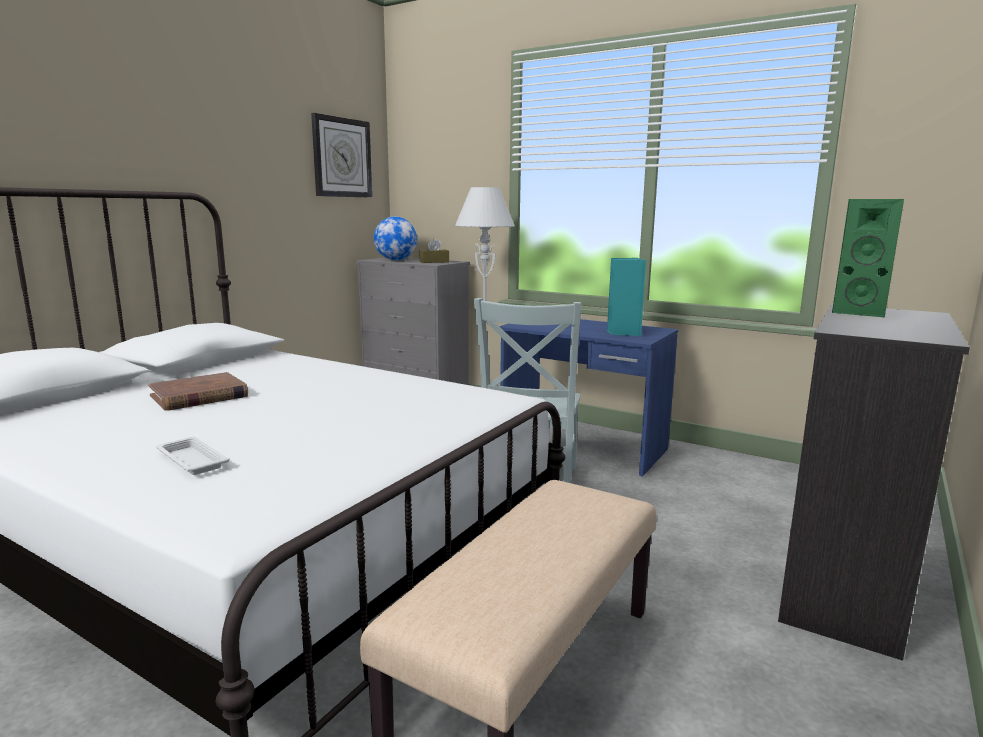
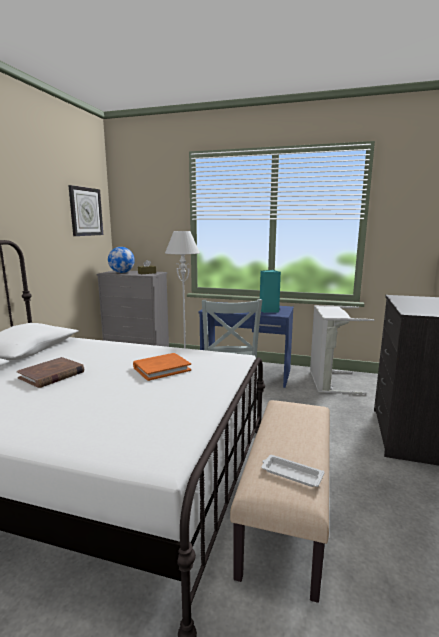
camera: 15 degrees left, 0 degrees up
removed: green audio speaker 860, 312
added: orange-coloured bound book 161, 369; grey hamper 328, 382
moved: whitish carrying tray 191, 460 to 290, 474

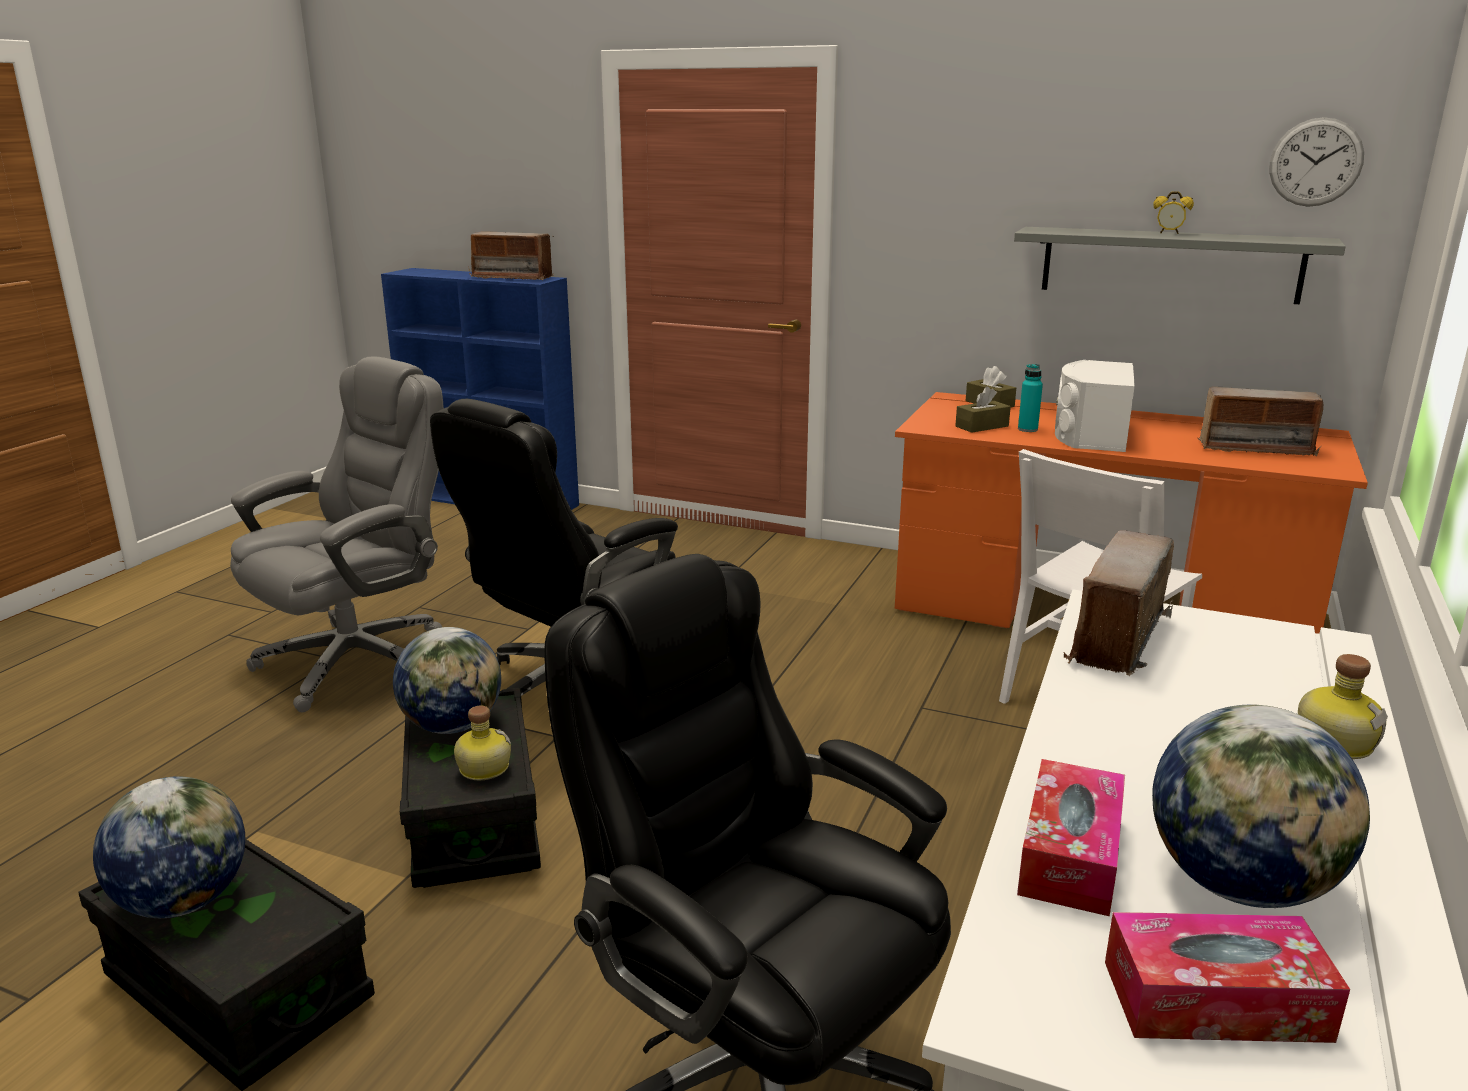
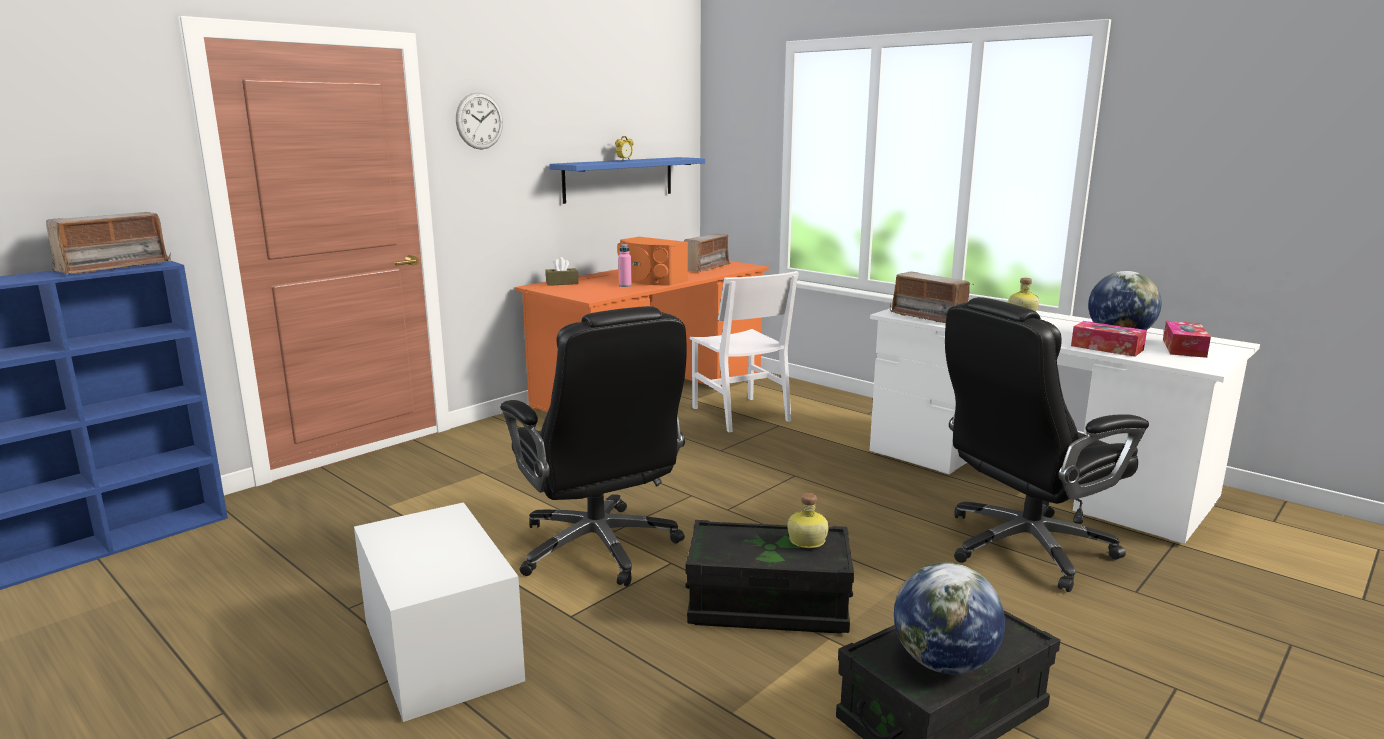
camera: 70 degrees left, 5 degrees down
removed: desk globe 453, 726; brownish tissue box 982, 426
moved: clock on the wall 1315, 162 to 479, 121
replaced: grey office chair 358, 661 to whitish storage box 441, 649
recoloured: grey shelf 1170, 264 to blue-coloured shelf 619, 179; turquoise drink bottle 1027, 429 to pinkish drink bottle 625, 285; whitish audio speaker 1090, 435 to orange-coloured audio speaker 650, 280

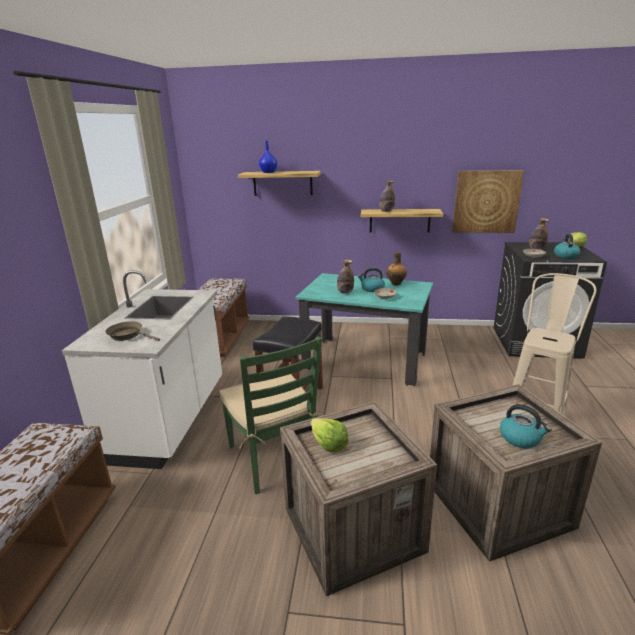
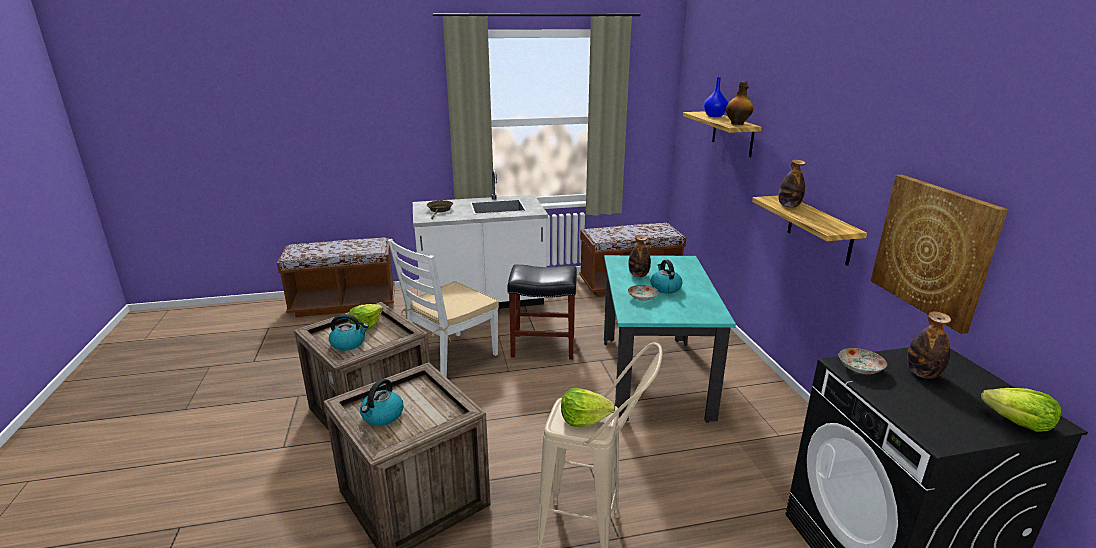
camera: 70 degrees right, 0 degrees up
added: head of lettuce 584, 419
moved: drink bottle 396, 283 to 737, 124; tea kettle 565, 255 to 349, 343
recoloured: green upright chair 275, 457 to whitish upright chair 450, 357

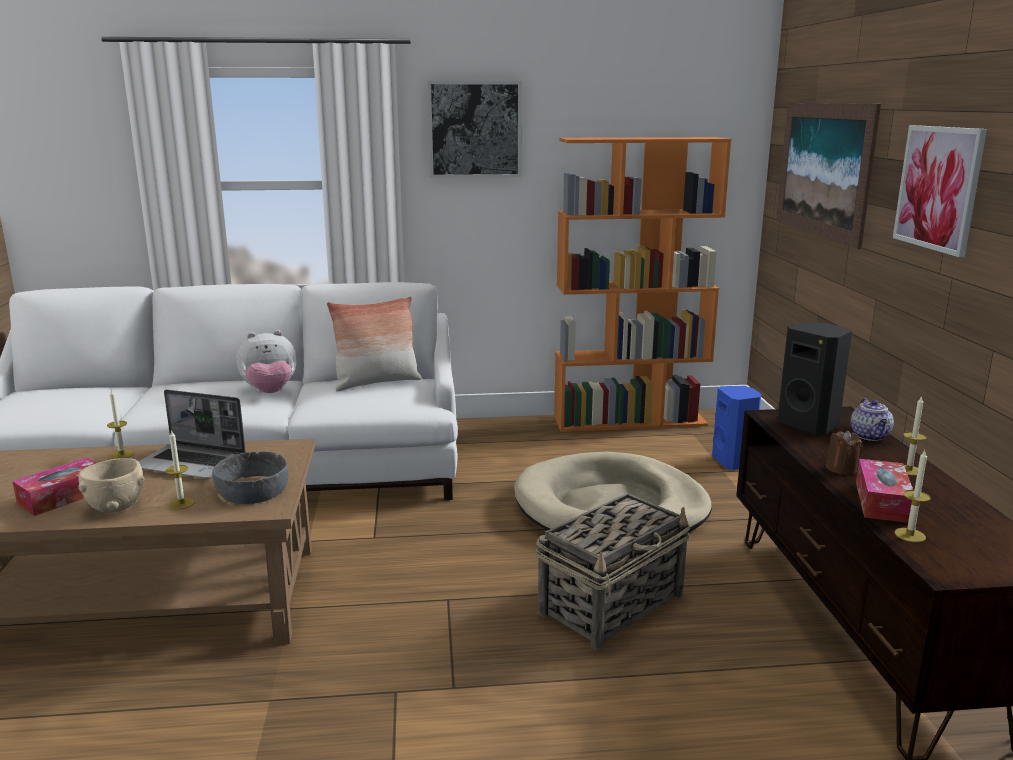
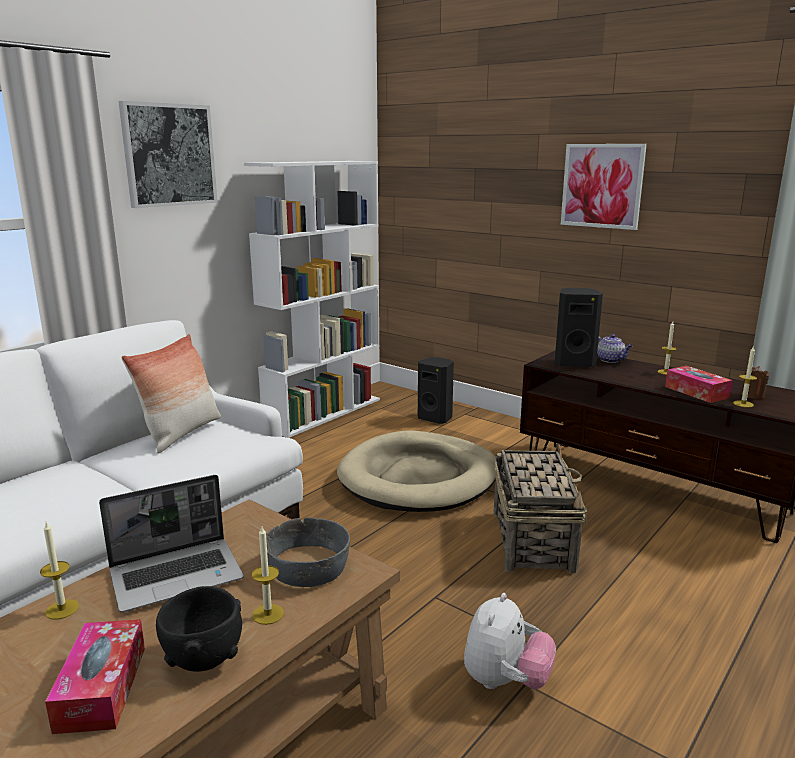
camera: 45 degrees left, 0 degrees up
removed: wall art 823, 170
moved: cuddly toy 270, 392 to 505, 681; brownish wax light 841, 469 to 752, 395
recoloured: sand-coloured bowl 116, 507 to black-coloured bowl 203, 658; orange-coloured bookshelf 630, 421 to whitish bookshelf 324, 413; blue-coloured audio speaker 734, 462 to black-coloured audio speaker 436, 418

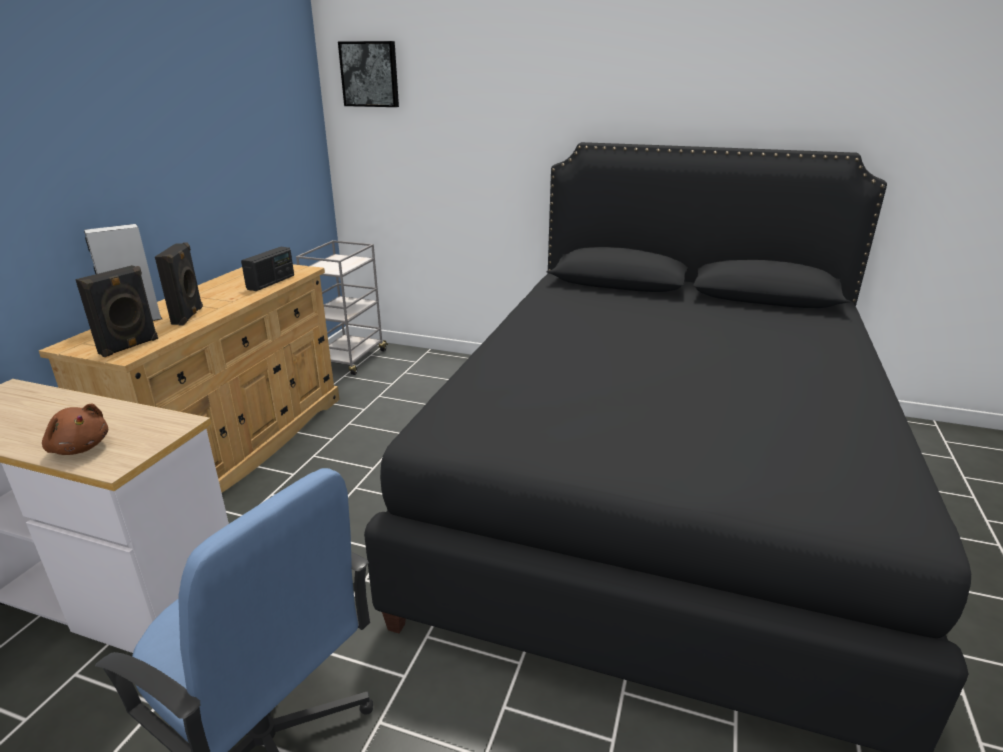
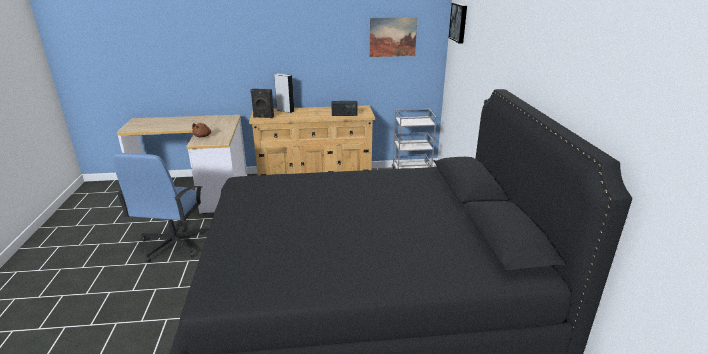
camera: 65 degrees right, 0 degrees up
removed: black-coloured audio speaker 189, 316
added: wall art 393, 37

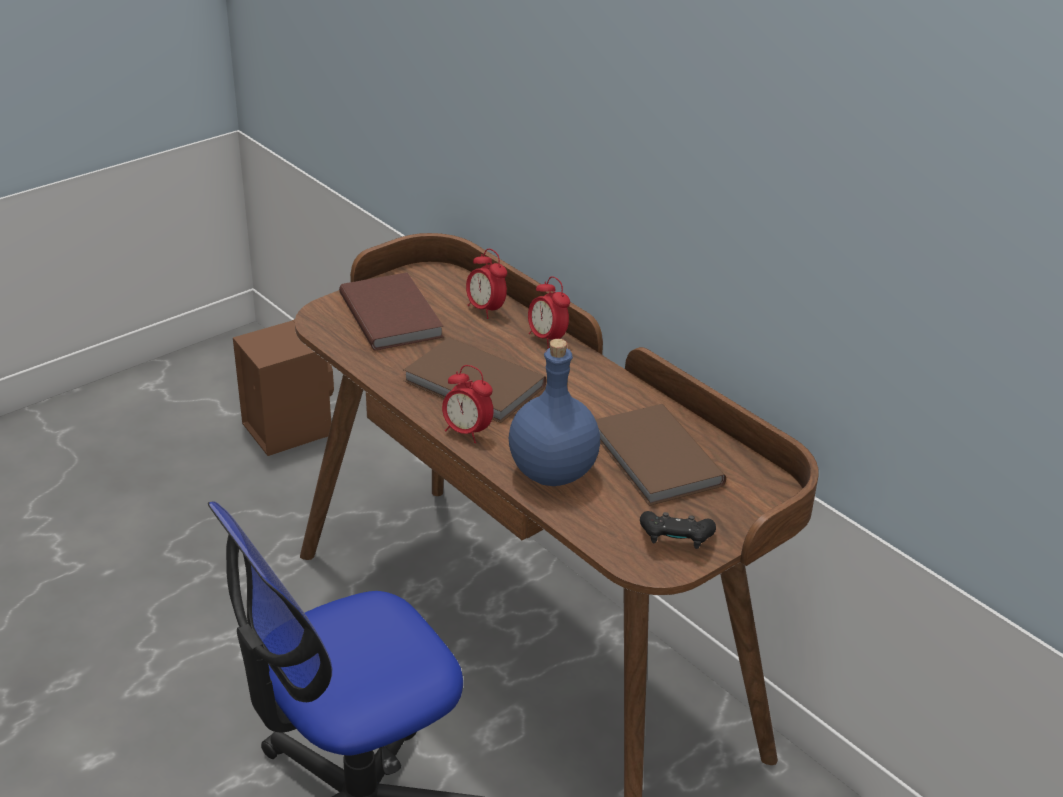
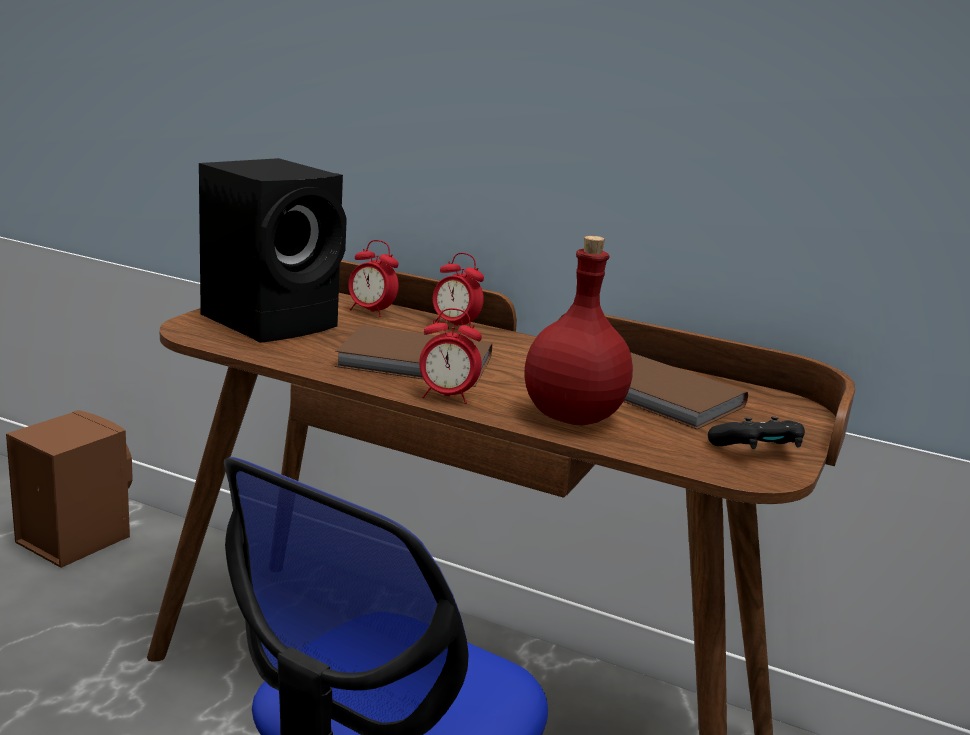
camera: 25 degrees left, 15 degrees down
replaced: brownish bound book 393, 314 to black-coloured audio speaker 274, 321
recoloured: blue-coloured drink bottle 551, 473 to red drink bottle 571, 417

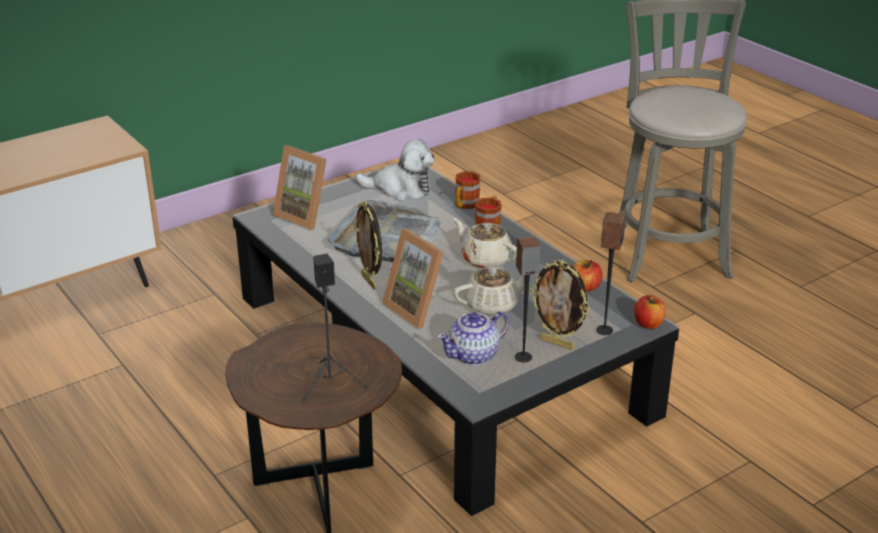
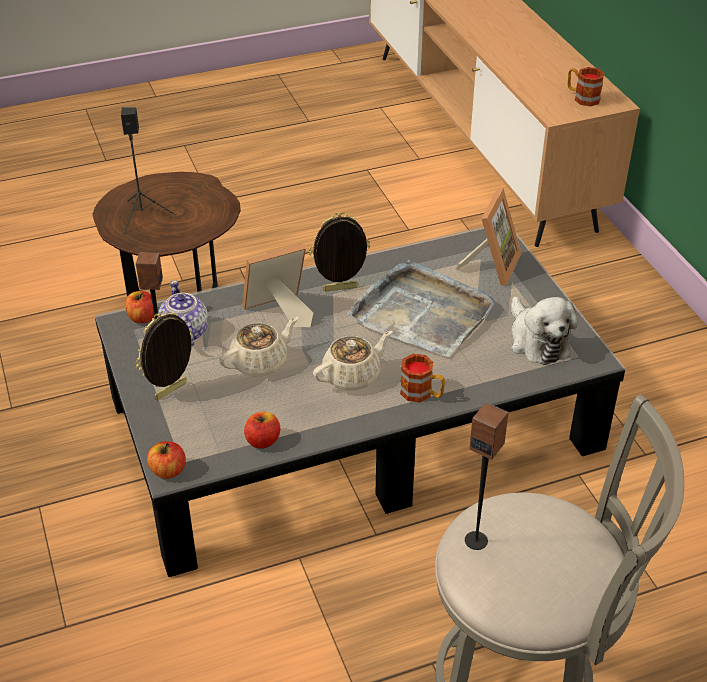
camera: 105 degrees right, 10 degrees up
added: apple fruit 142, 318
moved: tea mug 465, 205 to 582, 97; audio speaker 604, 330 to 476, 540
turned: standing frame 305, 215 = 491, 265 150 degrees clockwise; cuddly toy 400, 189 = 537, 340 45 degrees counterclockwise; sand-coloured tea pot 493, 305 = 260, 362 120 degrees counterclockwise

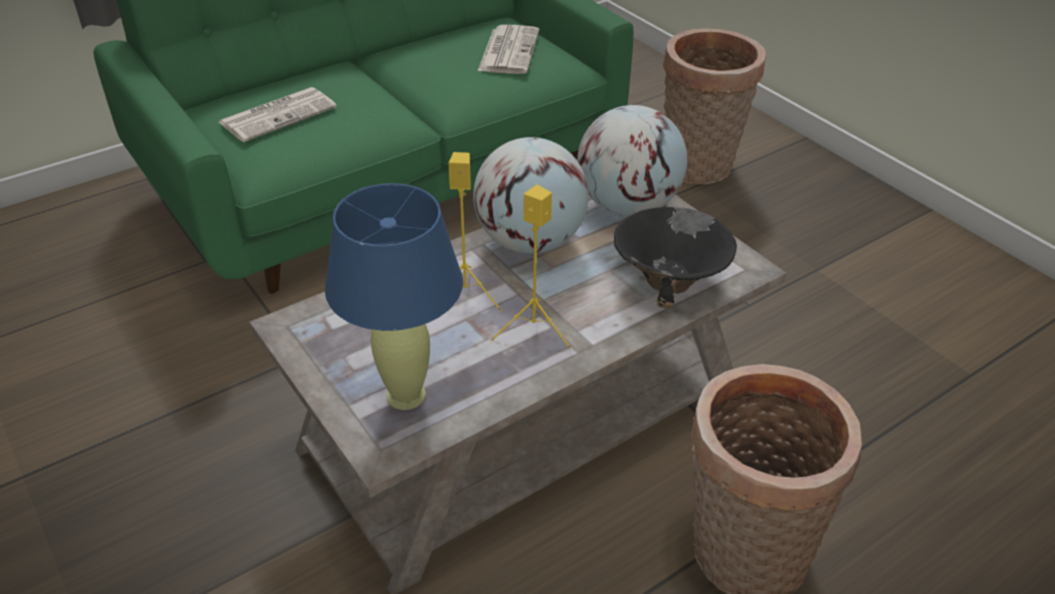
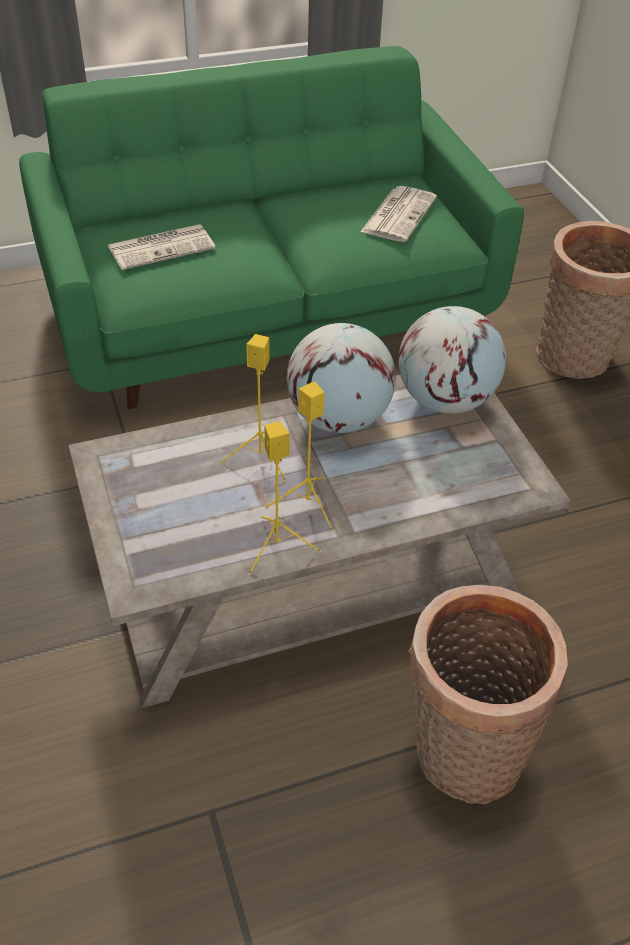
camera: 15 degrees right, 5 degrees up
removed: blue-coloured tabletop lamp 405, 395; black-coloured bowl 670, 280
added: yellow-coloured audio speaker 278, 546

